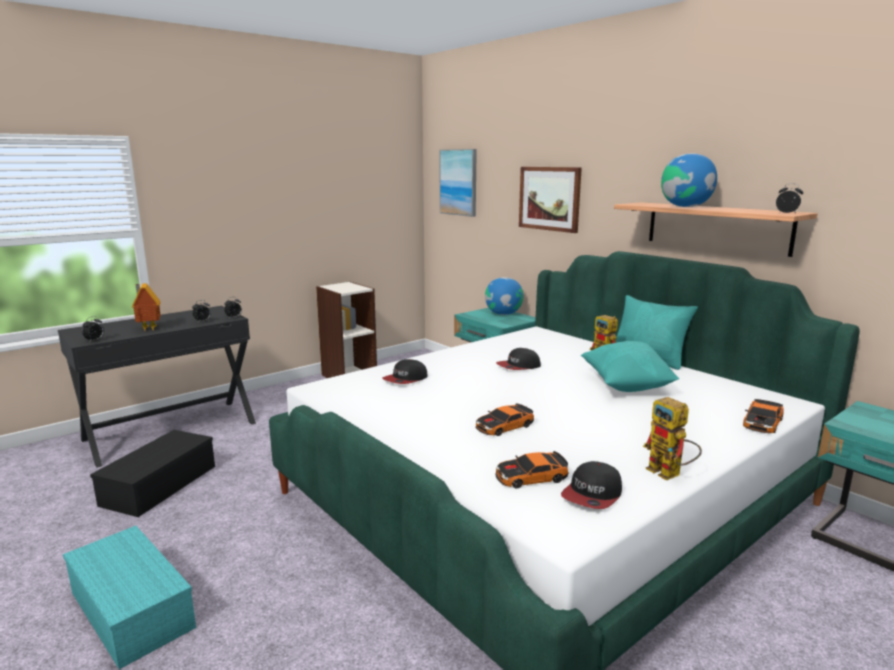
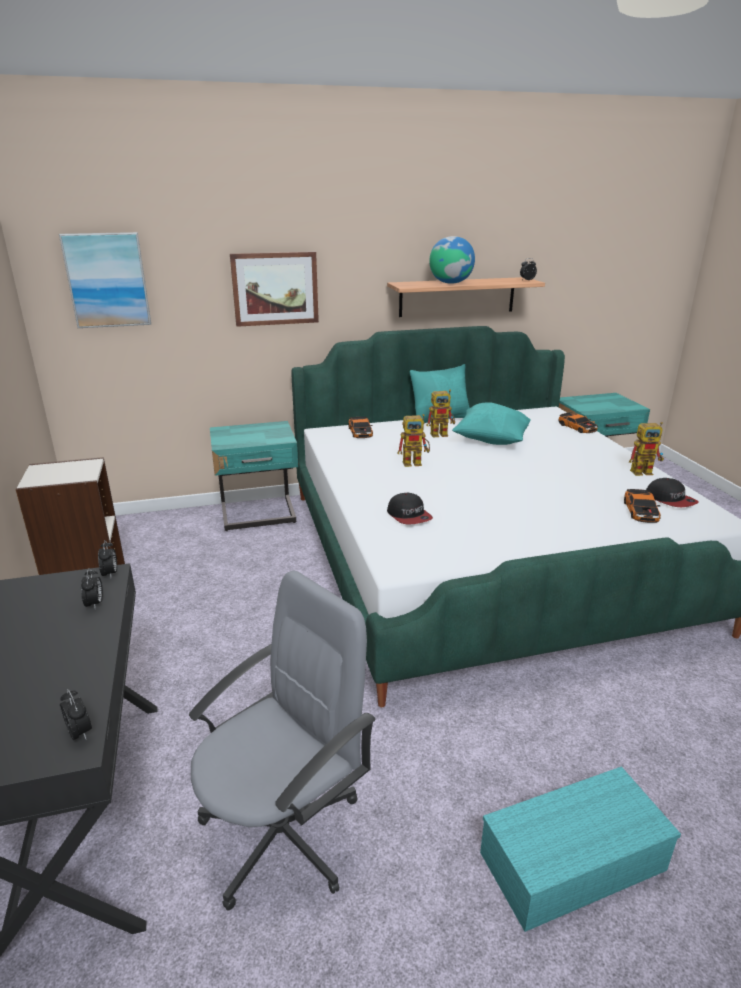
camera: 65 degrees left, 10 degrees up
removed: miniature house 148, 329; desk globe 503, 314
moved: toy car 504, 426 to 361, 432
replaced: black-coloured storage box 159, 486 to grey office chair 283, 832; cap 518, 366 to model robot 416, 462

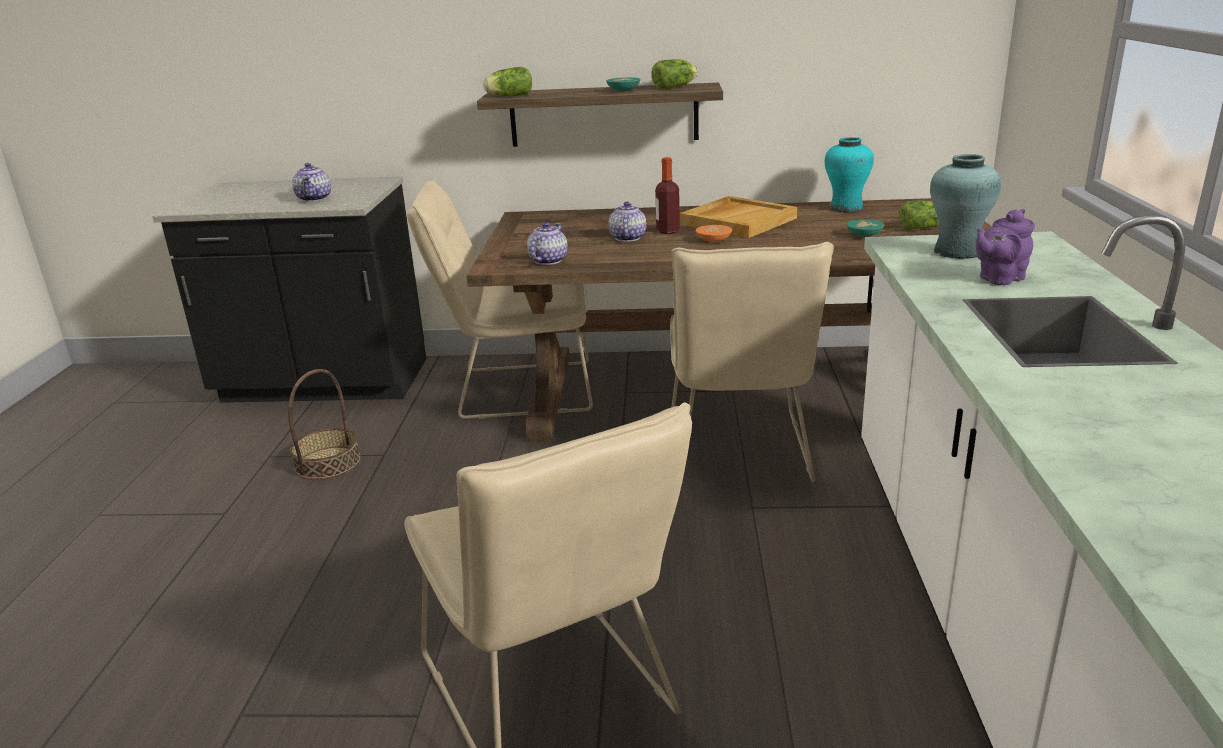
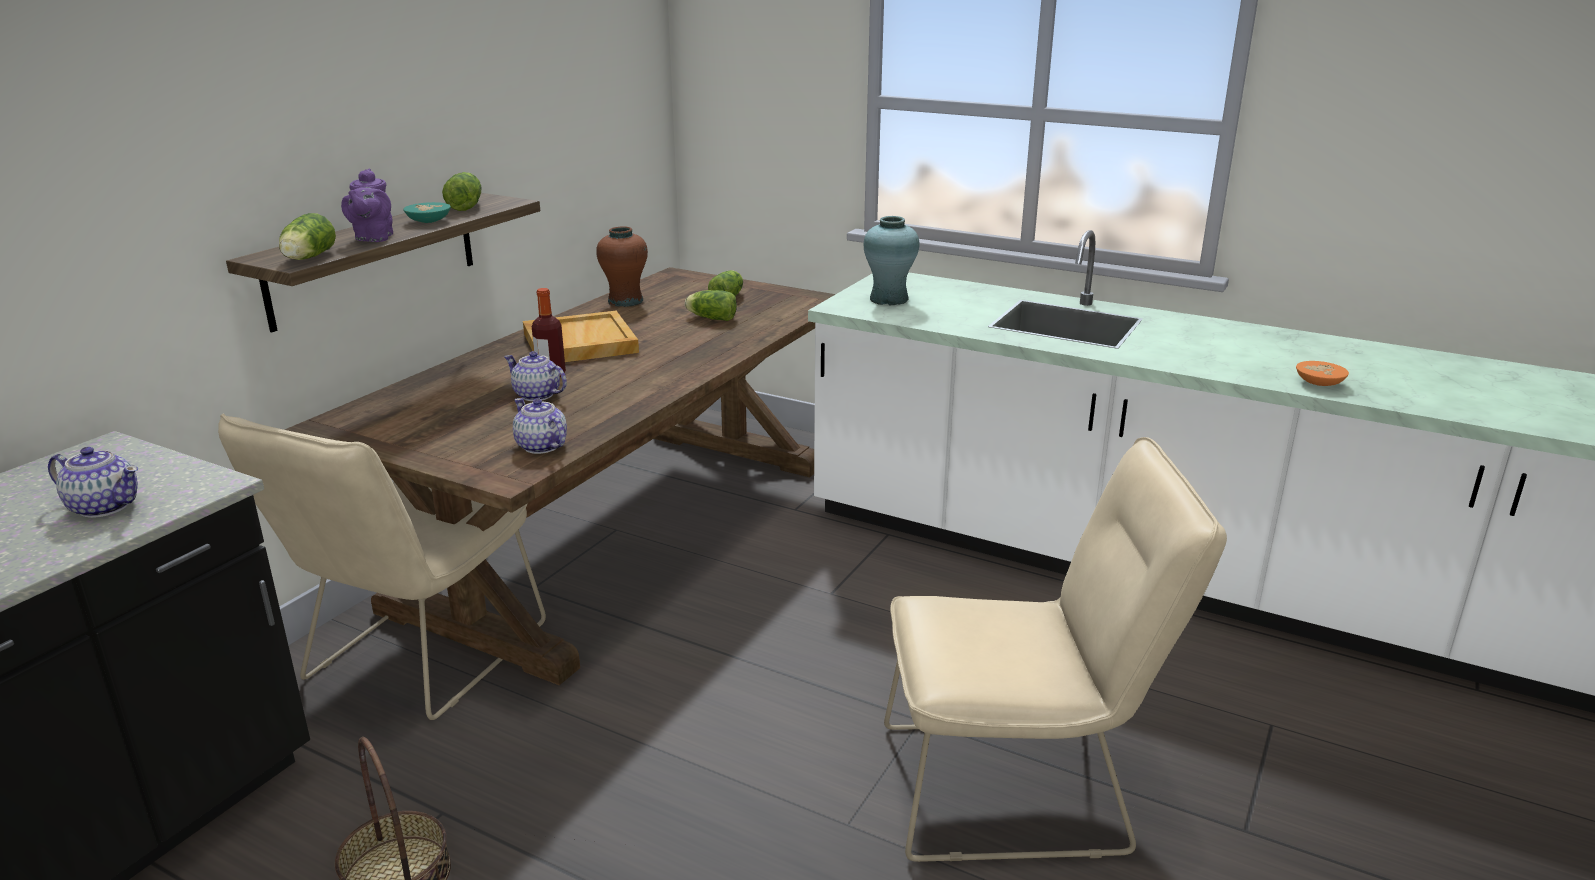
camera: 65 degrees left, 0 degrees up
removed: sand-coloured upright chair 738, 454
moved: orange-coloured bowl 713, 240 to 1317, 383; purple tea pot 998, 279 to 373, 238
replaced: turquoise bowl 863, 235 to head of lettuce 710, 318
recoloured: turquoise flower vase 846, 208 to brownish flower vase 626, 301

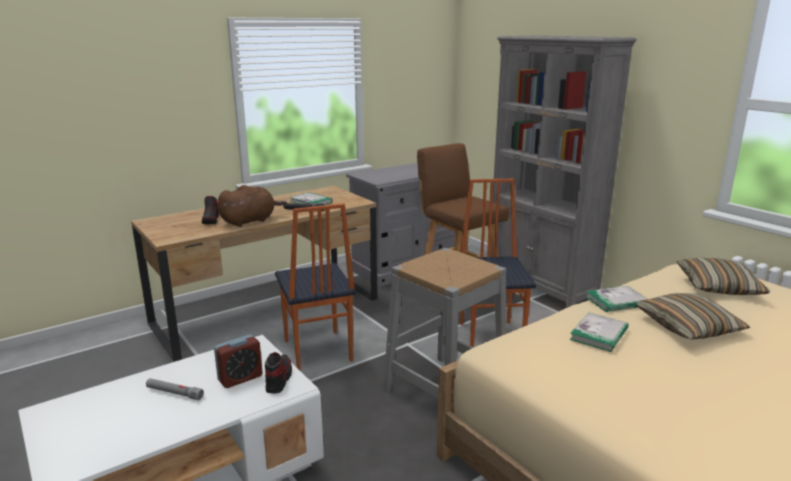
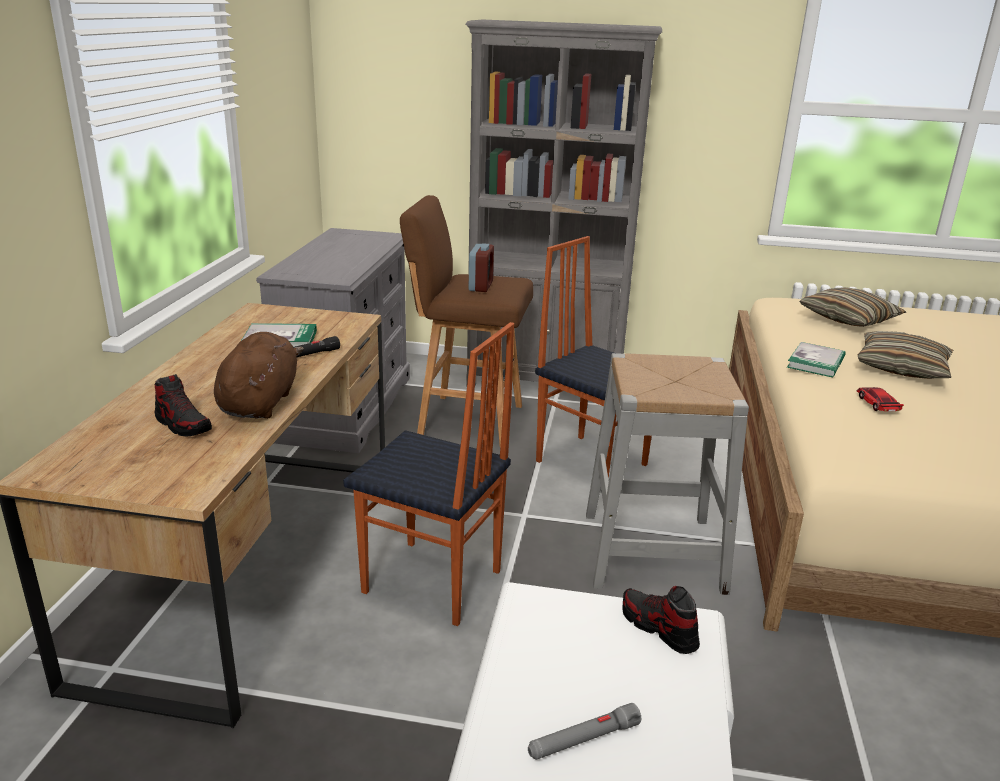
camera: 45 degrees left, 5 degrees up
moved: bedside clock 240, 378 to 480, 286
replaced: bound book 599, 334 to toy car 877, 403

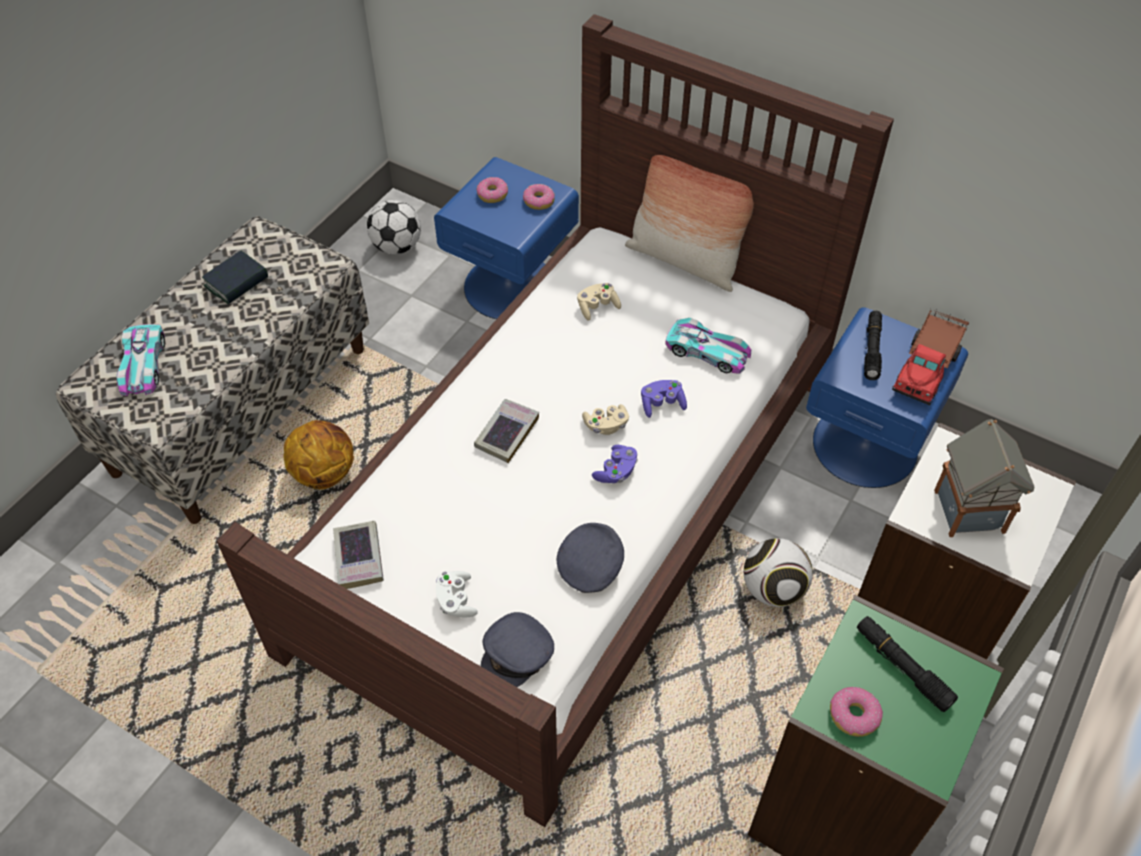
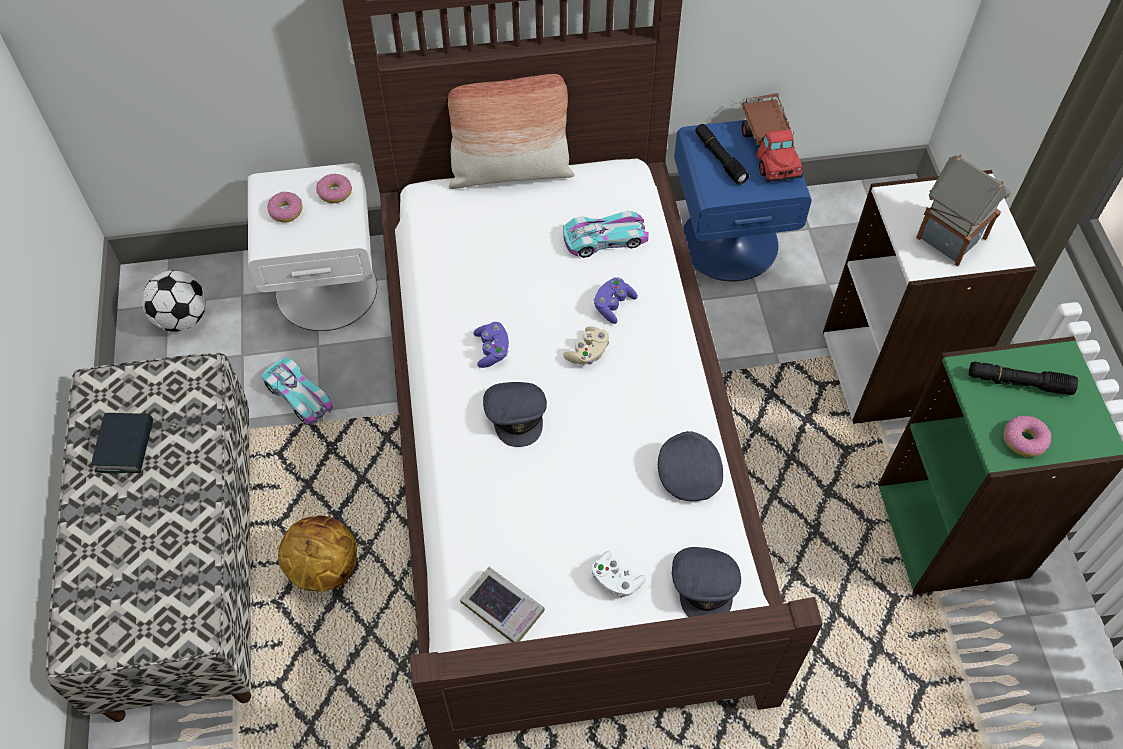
camera: 40 degrees left, 5 degrees up
removed: sand-coloured gamepad 597, 307; football 773, 589
moved: toy car 143, 365 to 299, 395; purple gamepad 616, 471 to 492, 350
replaced: bound book 506, 433 to grey cap 516, 415
recoloured: blue-coloured night table 511, 285 to whitish night table 326, 288

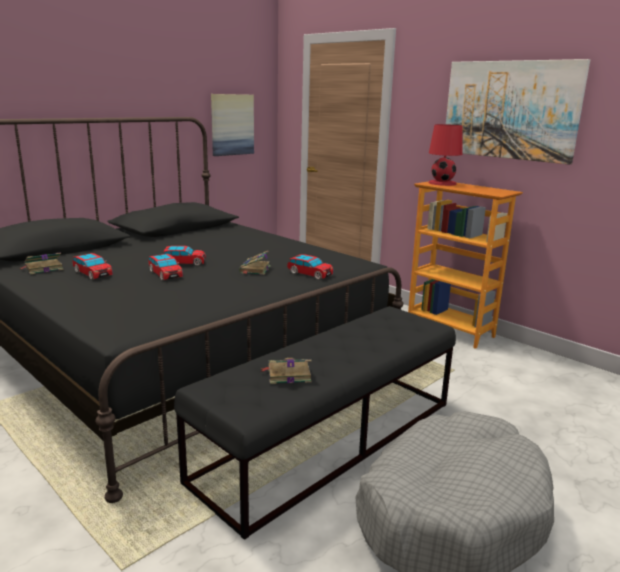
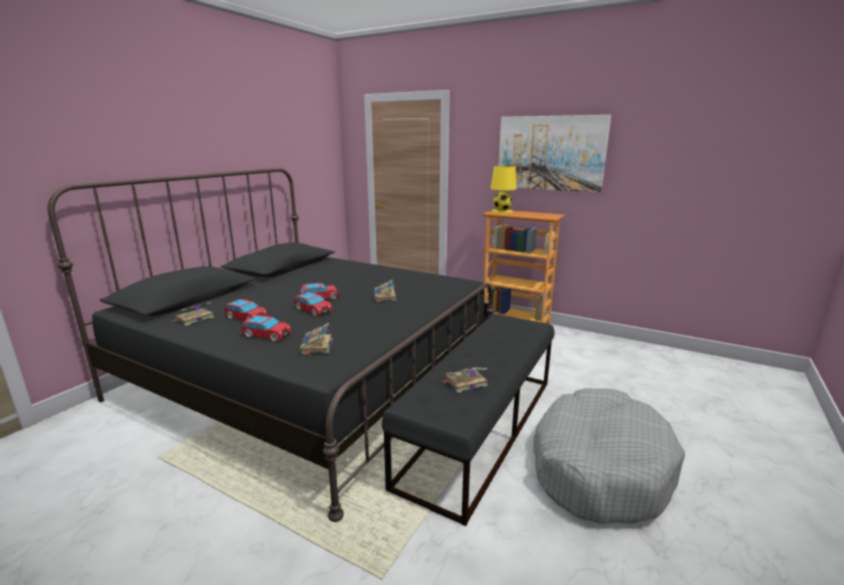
camera: 15 degrees left, 0 degrees up
removed: wall art 232, 124
added: bound book 316, 346
moved: toy car 310, 274 to 266, 335
recoloured: red tabletop lamp 442, 183 to yellow-coloured tabletop lamp 502, 212

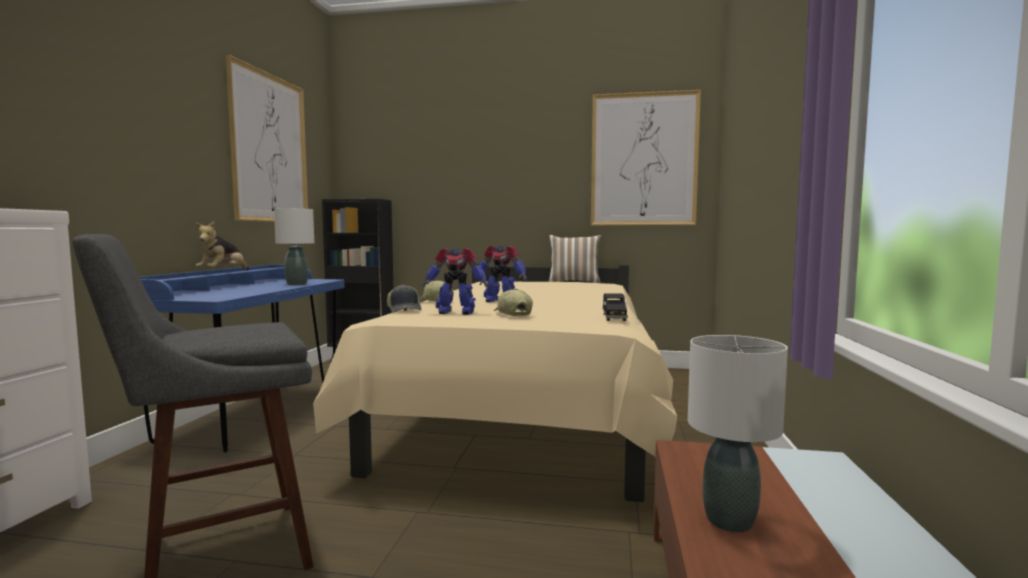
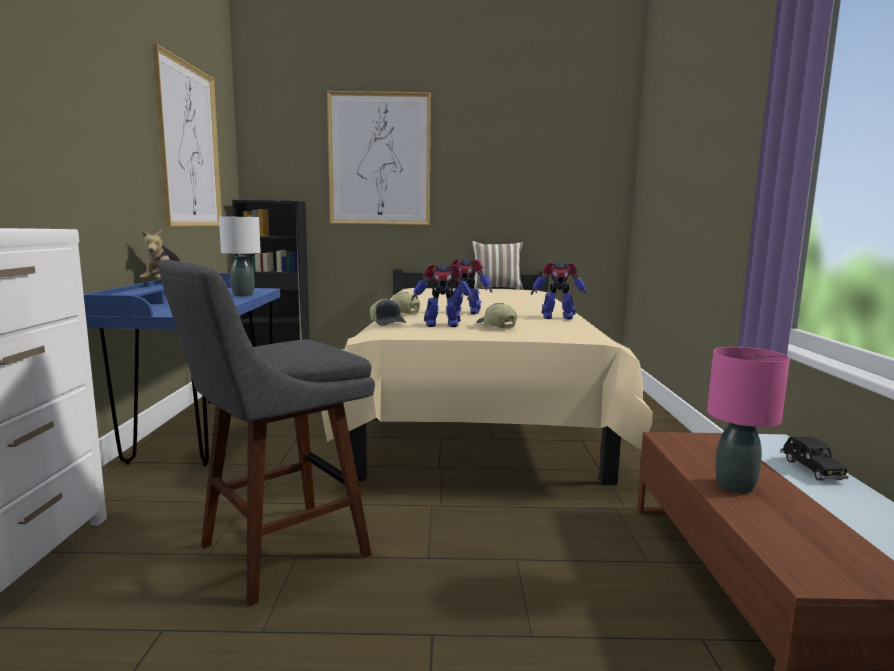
camera: 10 degrees left, 5 degrees up
added: model robot 557, 317
moved: wall art 643, 160 to 379, 159; black-coloured toy car 614, 317 to 811, 469
recoloured: whitish tabletop lamp 730, 521 to pinkish tabletop lamp 735, 487

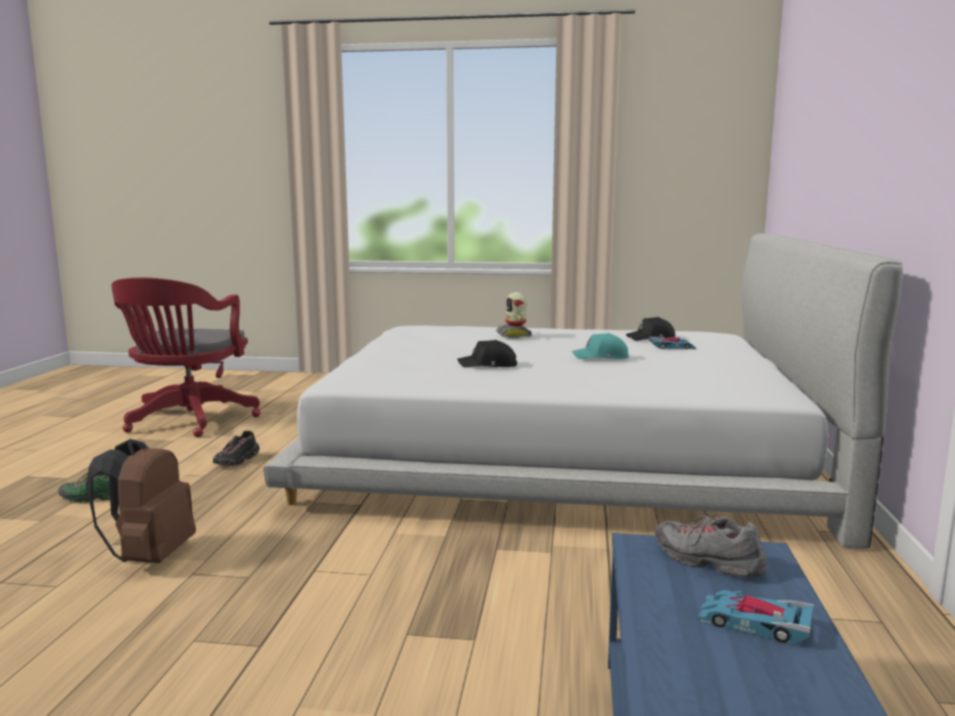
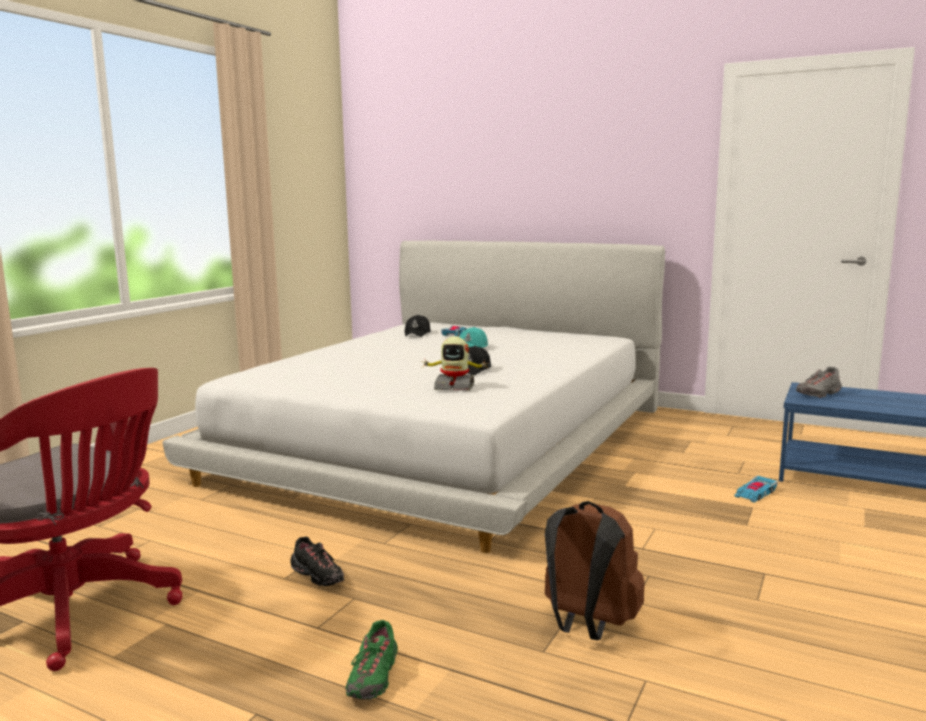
camera: 70 degrees left, 0 degrees up
moved: model robot 514, 335 to 454, 387; toy car 754, 623 to 755, 493

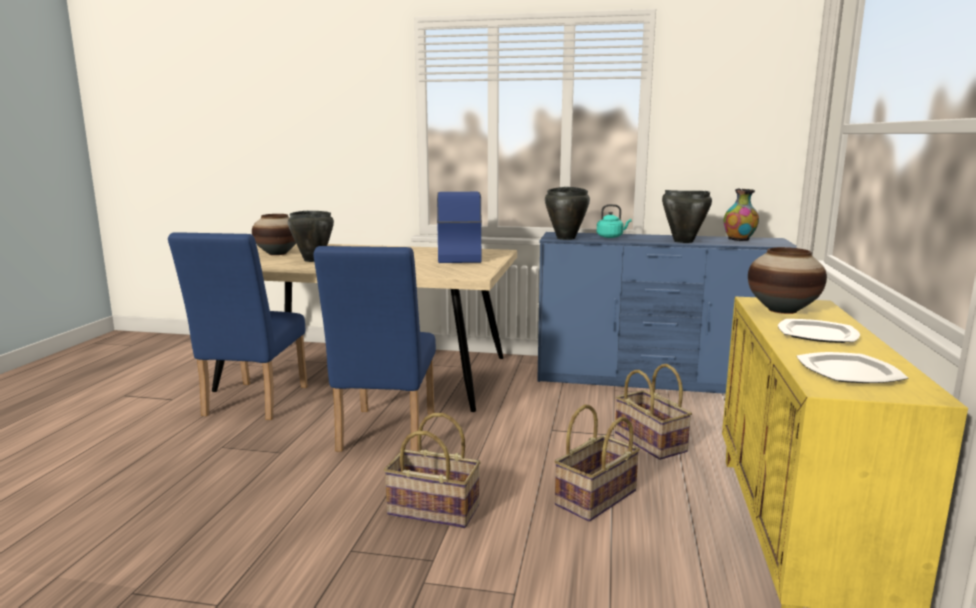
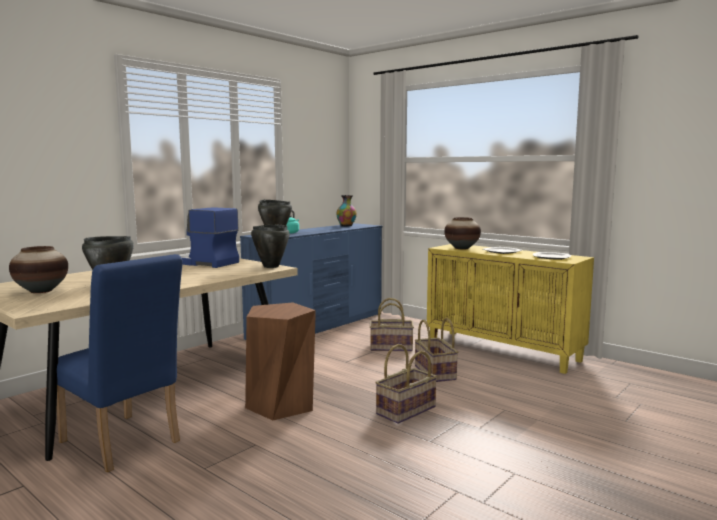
camera: 60 degrees left, 5 degrees down
moved: black-coloured saucepot 683, 241 to 270, 266
replaced: blue-coloured upright chair 384, 435 to brownish stool seat 281, 404

